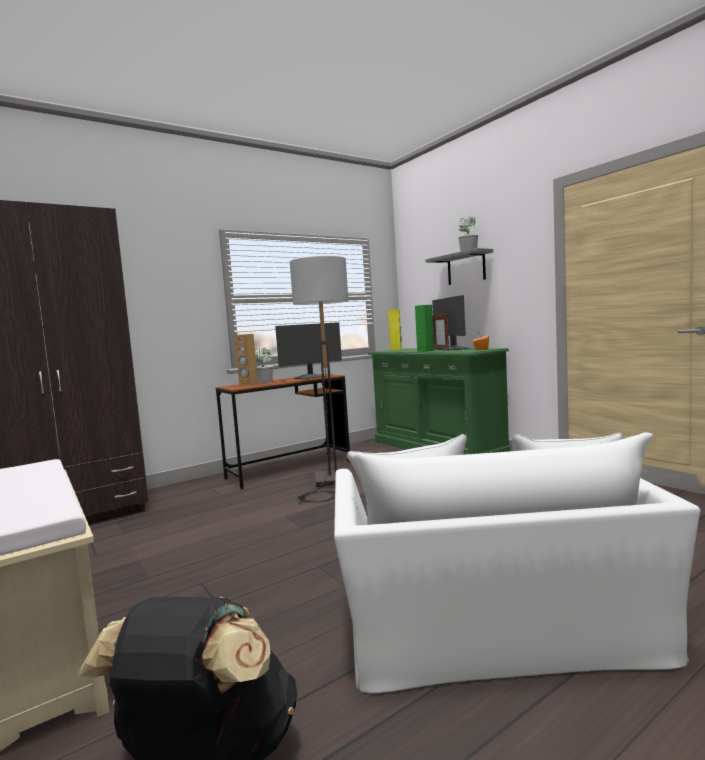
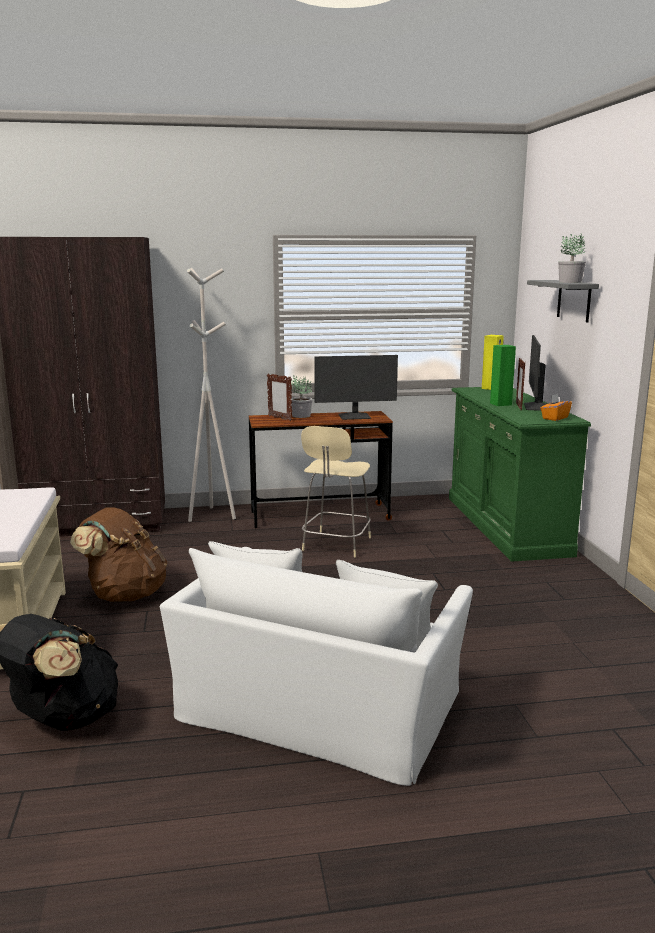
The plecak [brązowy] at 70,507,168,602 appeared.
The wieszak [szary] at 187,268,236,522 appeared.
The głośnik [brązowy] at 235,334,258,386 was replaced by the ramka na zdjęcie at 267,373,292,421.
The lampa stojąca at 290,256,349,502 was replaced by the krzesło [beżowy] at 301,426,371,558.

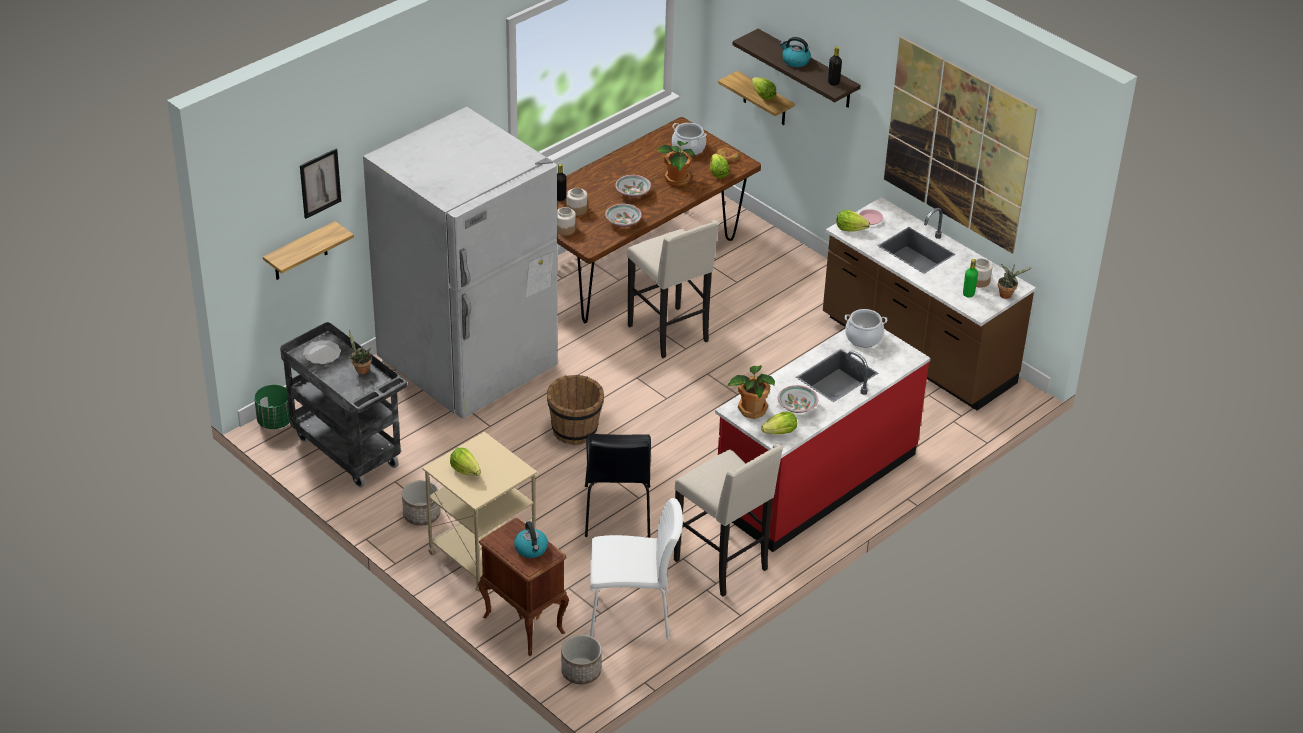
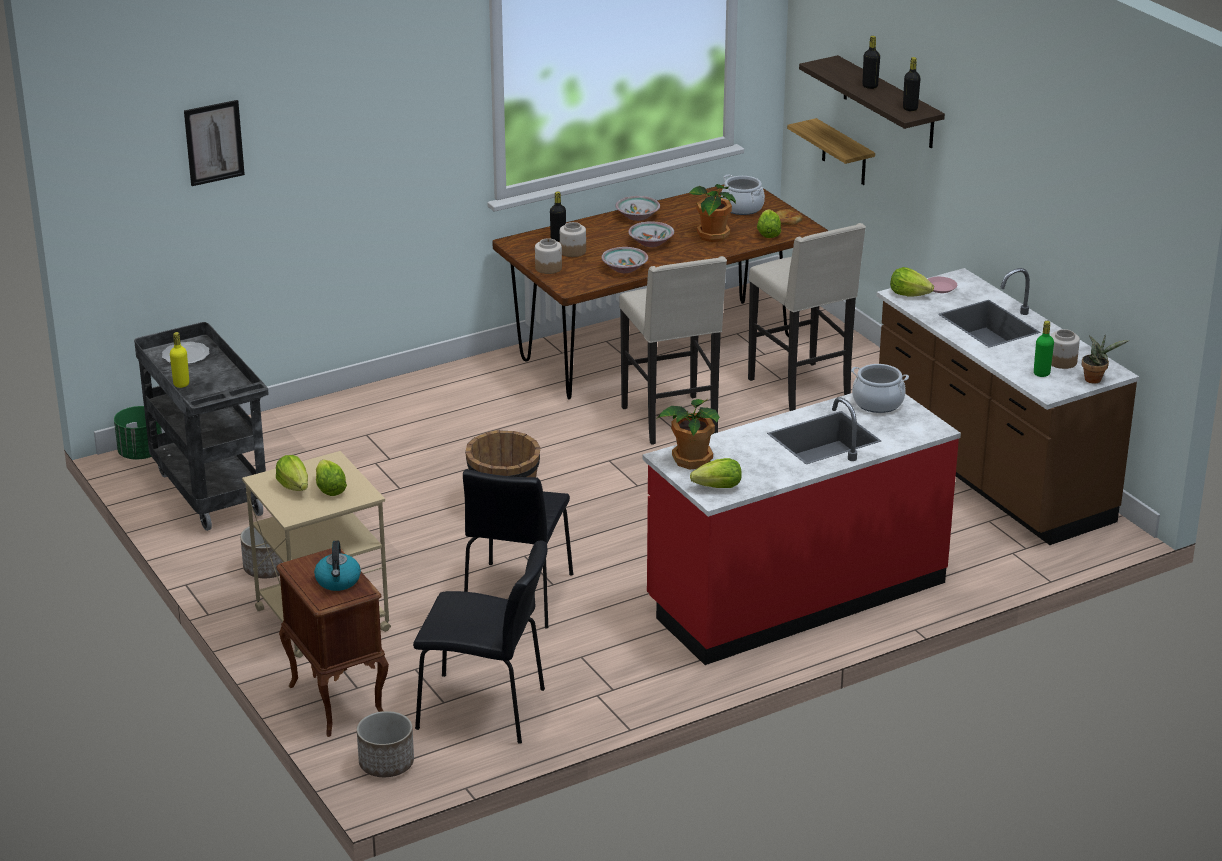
The butelka [żółty] at 170,332,189,388 appeared.
The sałata moved from 751,77,776,100 to 316,459,347,496.
The krzesło [biały] at 590,498,683,639 became the krzesło [czarny] at 413,540,548,744.
The miska moved from 778,385,818,413 to 615,196,660,221.
The stołek [beżowy] moved from 674,444,783,597 to 748,223,866,411.
The czajnik at 780,37,811,67 was replaced by the butelka [czarny] at 862,36,880,89.
The półka at 263,221,354,280 disappeared.
The roślina doniczkowa at 348,330,372,374 disappeared.
The lodówka [biały] at 363,107,557,419 disappeared.
The obraz at 884,37,1037,254 disappeared.

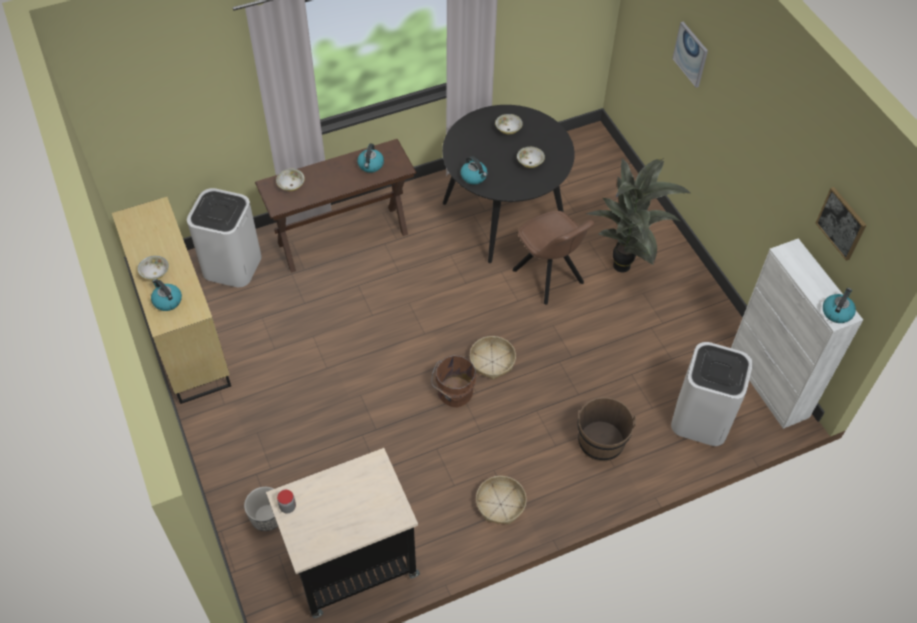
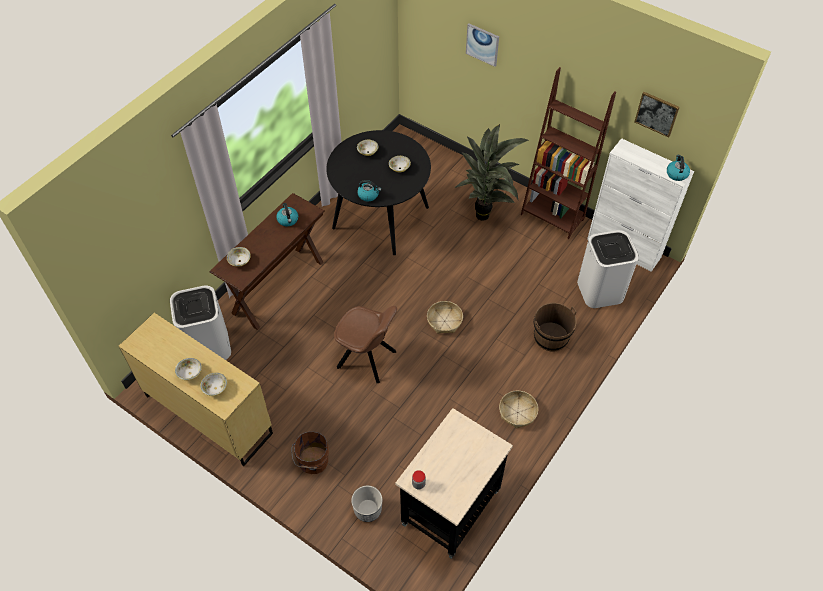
The czajnik at 151,279,182,311 was replaced by the miska at 200,372,227,396.
The wiadro [brązowy] moved from 432,355,476,407 to 291,432,329,474.
The krzesło [brązowy] moved from 513,211,594,304 to 334,306,397,383.
The regał [brązowy] at 521,67,616,239 appeared.

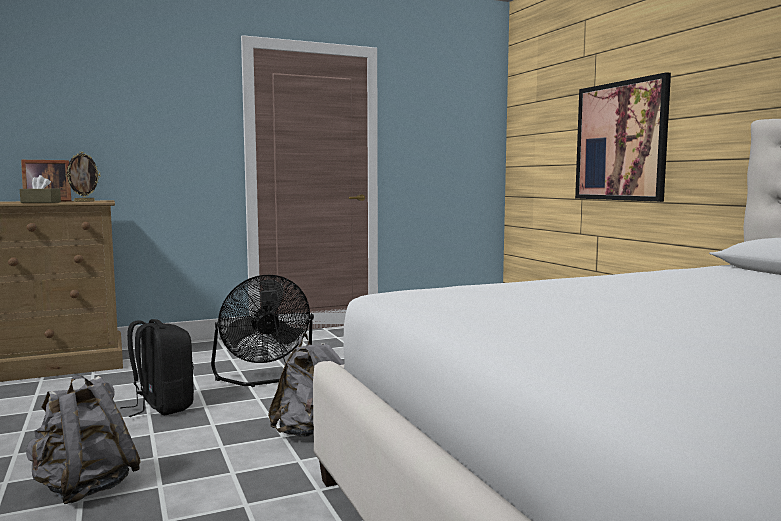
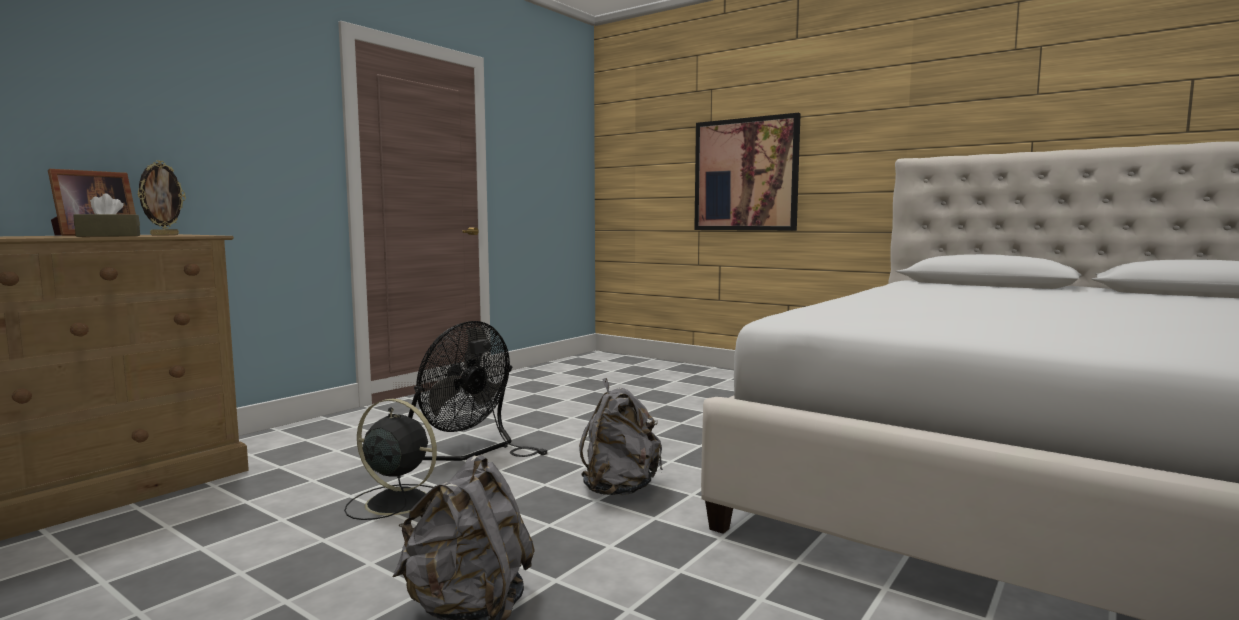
The plecak [czarny] at 120,319,194,417 was replaced by the wentylator [czarny] at 344,399,437,520.

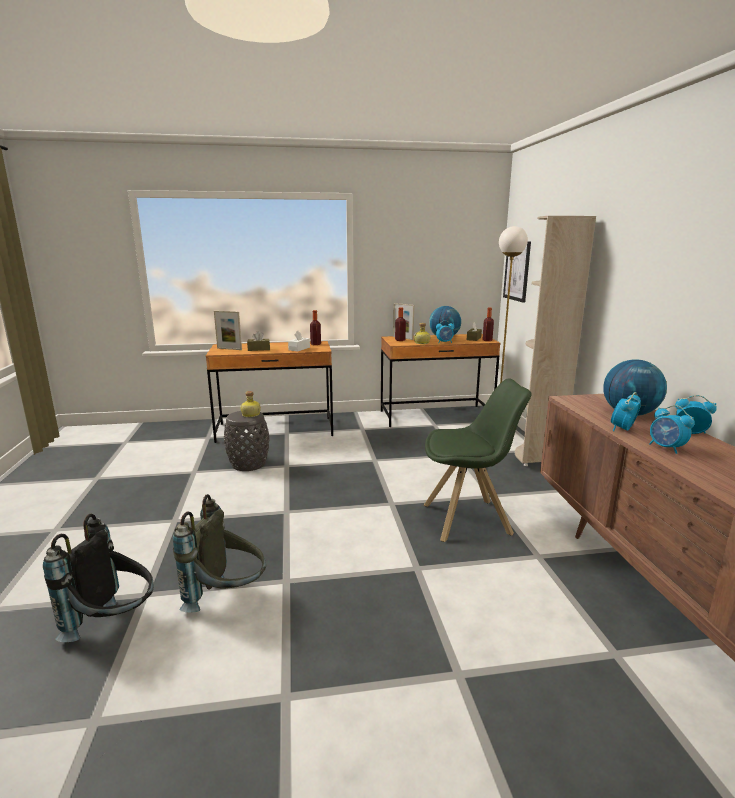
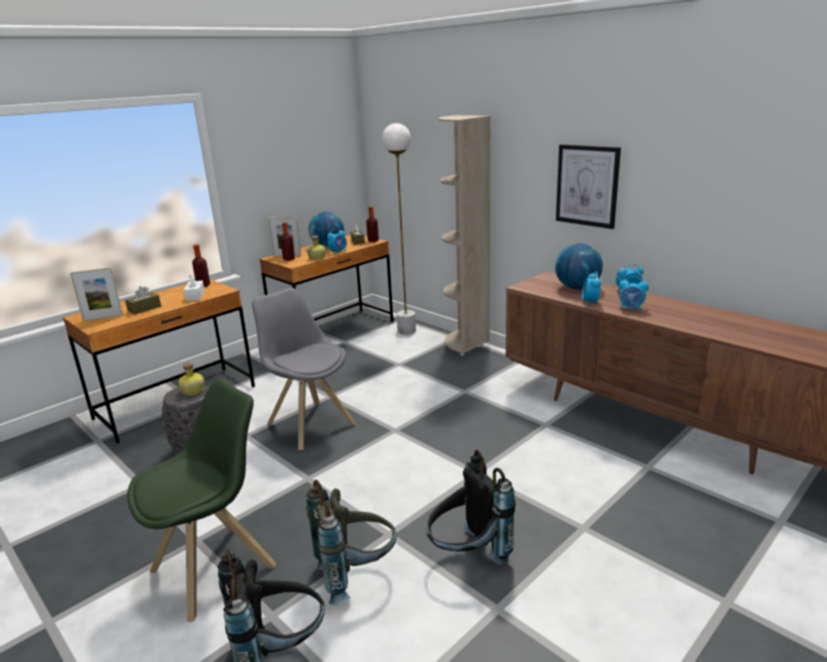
The krzesło [zielony] moved from 424,378,532,542 to 127,379,276,622.
The krzesło [szary] at 252,288,356,451 appeared.
The plecak [czarny] at 427,450,515,565 appeared.
The obraz moved from 503,242,531,303 to 556,144,621,229.

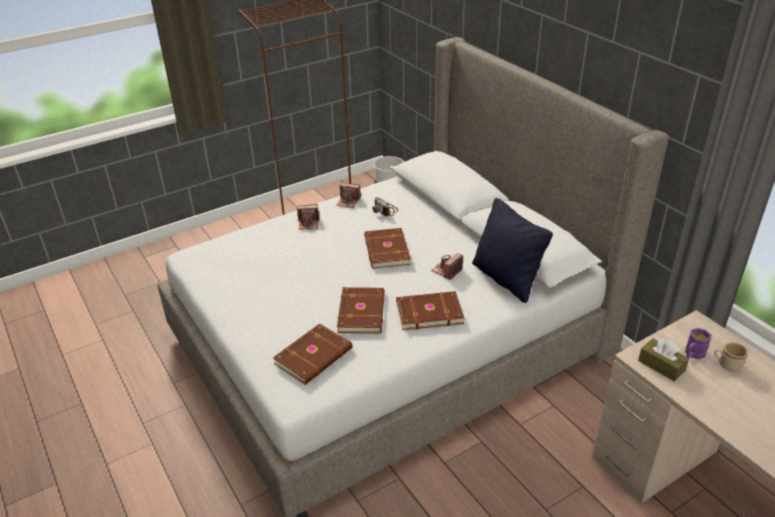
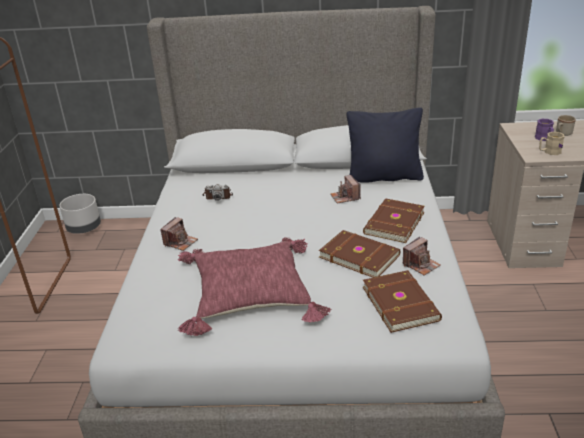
The poduszka [czerwony] at 178,237,332,336 appeared.
The aparat fotograficzny moved from 336,183,361,208 to 402,237,441,276.
The pudełko chusteczek [brązowy] at 638,338,689,381 was replaced by the kubek [beżowy] at 539,132,565,155.
The książka [brązowy] at 364,228,411,269 disappeared.

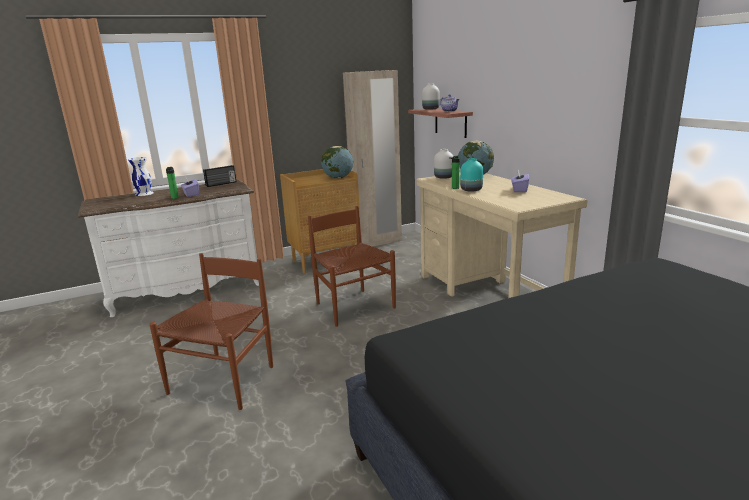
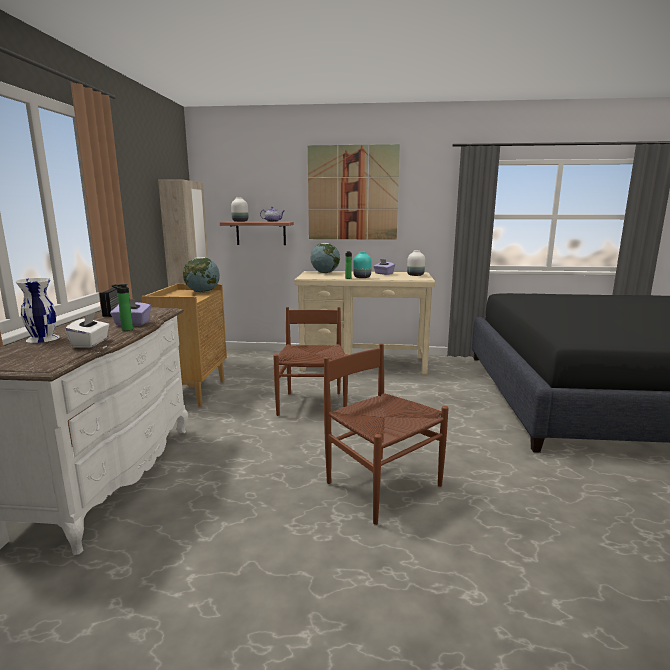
The pudełko chusteczek [biały] at 65,312,109,347 appeared.
The krzesło [brązowy] at 308,206,396,327 turned 90 degrees clockwise.
The obraz at 308,144,400,240 appeared.
The wazon [biały] moved from 434,149,453,179 to 407,250,425,276.

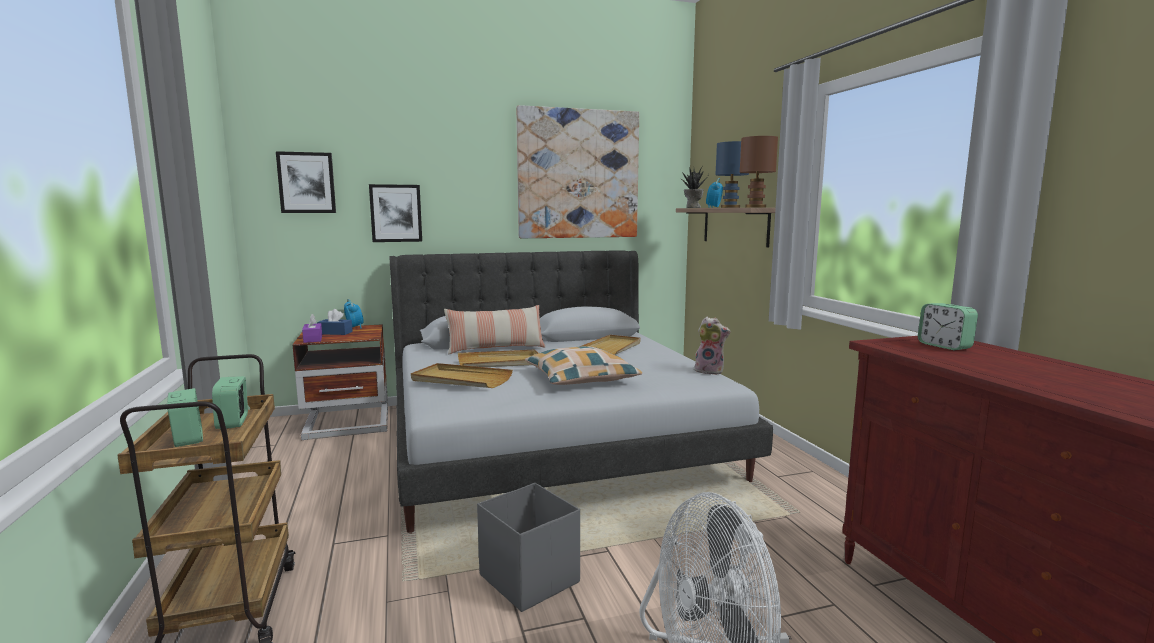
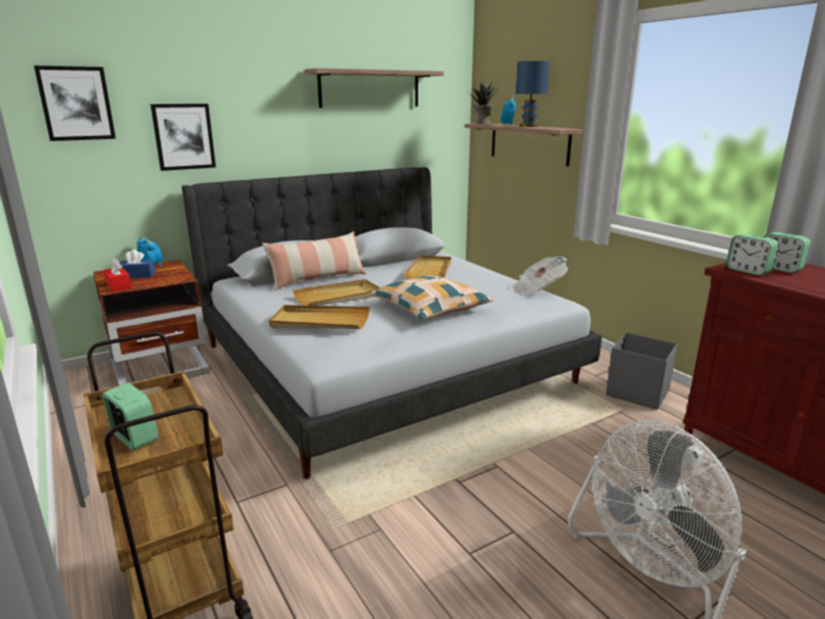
The pudełko chusteczek [fioletowy] at 302,314,322,343 became the pudełko chusteczek [czerwony] at 104,259,132,292.
The obraz at 516,105,639,238 was replaced by the półka at 304,68,444,108.
The pluszak at 694,317,730,375 was replaced by the gazeta at 509,256,568,294.
The pojemnik do przechowywania [szary] moved from 477,483,580,612 to 606,332,678,410.
The budzik moved from 212,376,248,429 to 726,234,779,275.
The lampa stołowa [brązowy] at 740,136,778,207 disappeared.

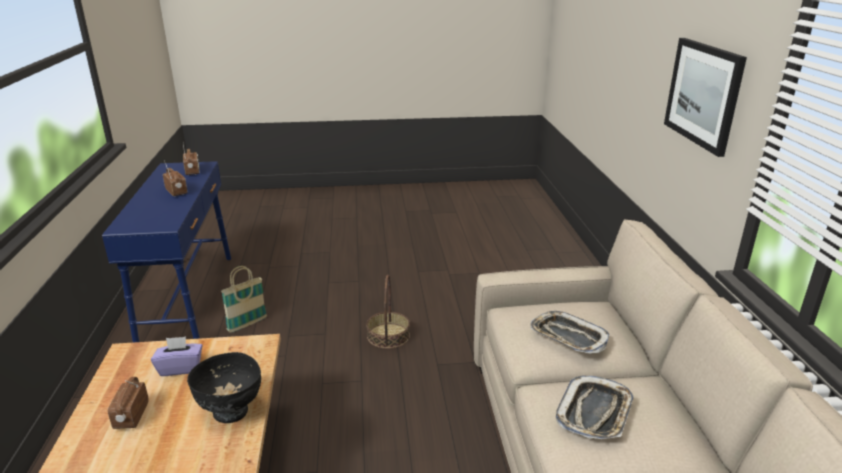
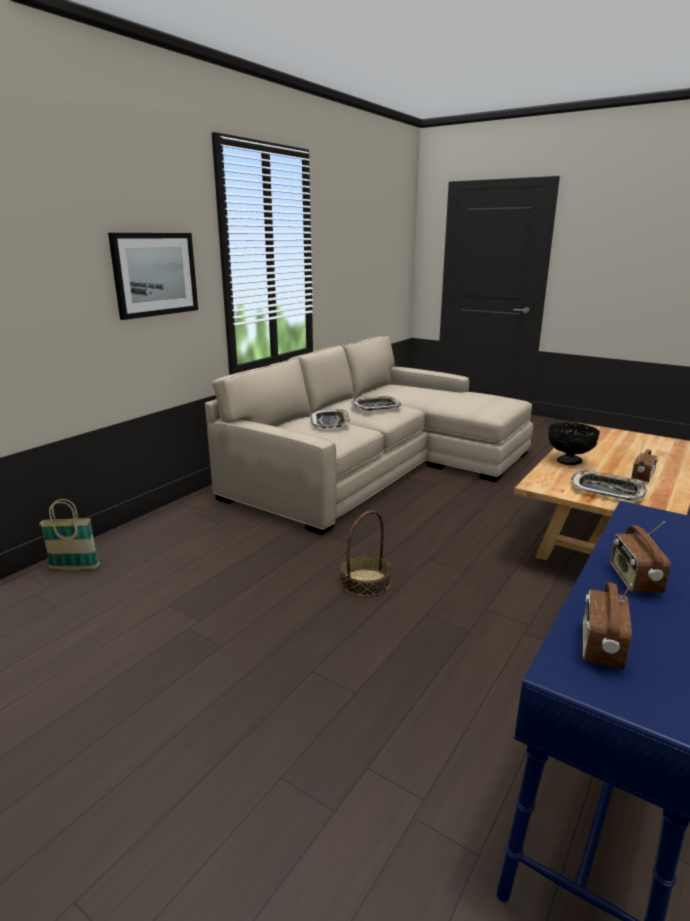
The koszyk moved from 221,266,267,333 to 39,499,100,570.
The pudełko chusteczek [fioletowy] at 151,337,203,376 was replaced by the taca at 571,471,647,501.

